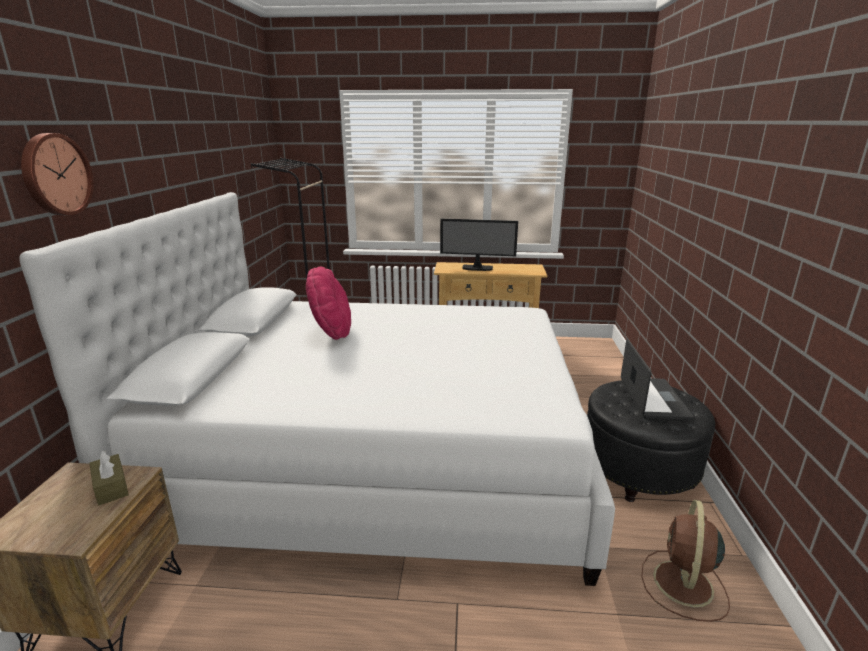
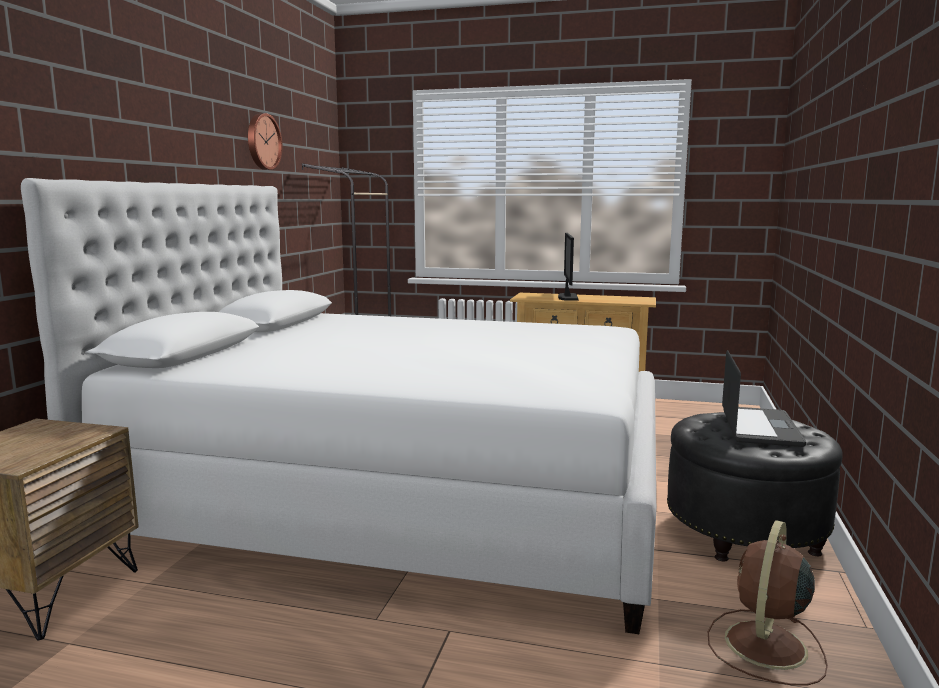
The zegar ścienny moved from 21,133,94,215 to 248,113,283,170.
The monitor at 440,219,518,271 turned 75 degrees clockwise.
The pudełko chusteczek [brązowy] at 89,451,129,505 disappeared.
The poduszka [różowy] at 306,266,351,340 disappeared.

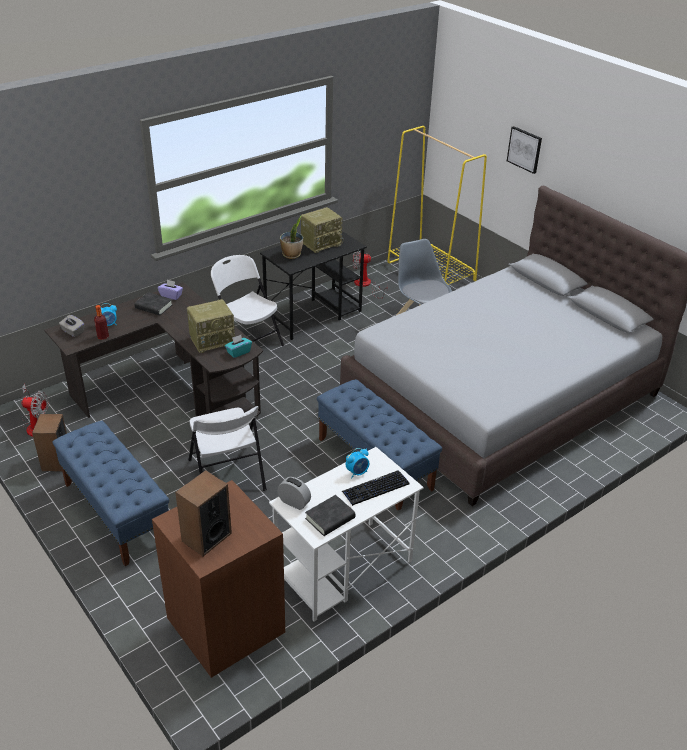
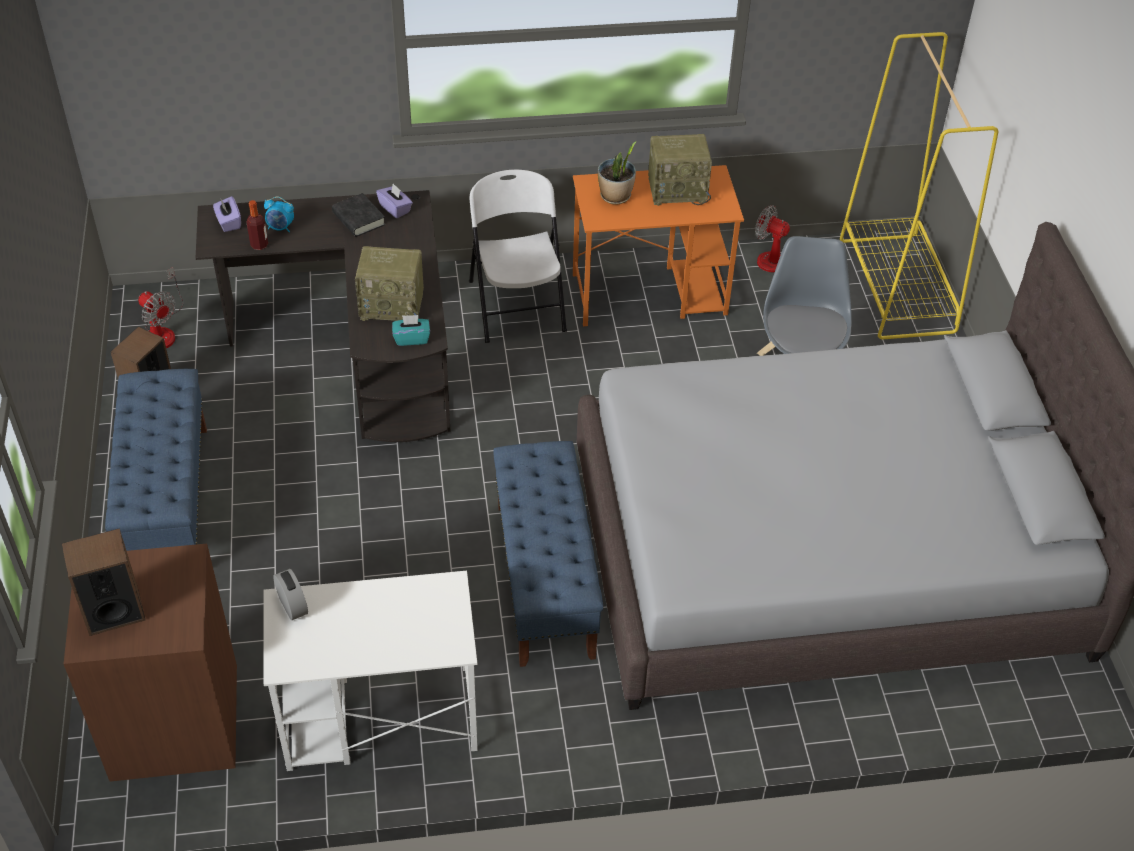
The pudełko chusteczek [szary] at 59,315,84,337 became the pudełko chusteczek [fioletowy] at 213,196,241,232.
The biurko [czarny] at 260,231,367,340 became the biurko [pomarańczowy] at 573,165,744,326.
The krzesło [biały] at 188,406,267,491 disappeared.
The książka [czarny] at 305,495,355,536 disappeared.
The klawiatura at 342,470,410,506 disappeared.
The budzik at 346,448,369,478 disappeared.
The obraz at 507,126,542,174 disappeared.

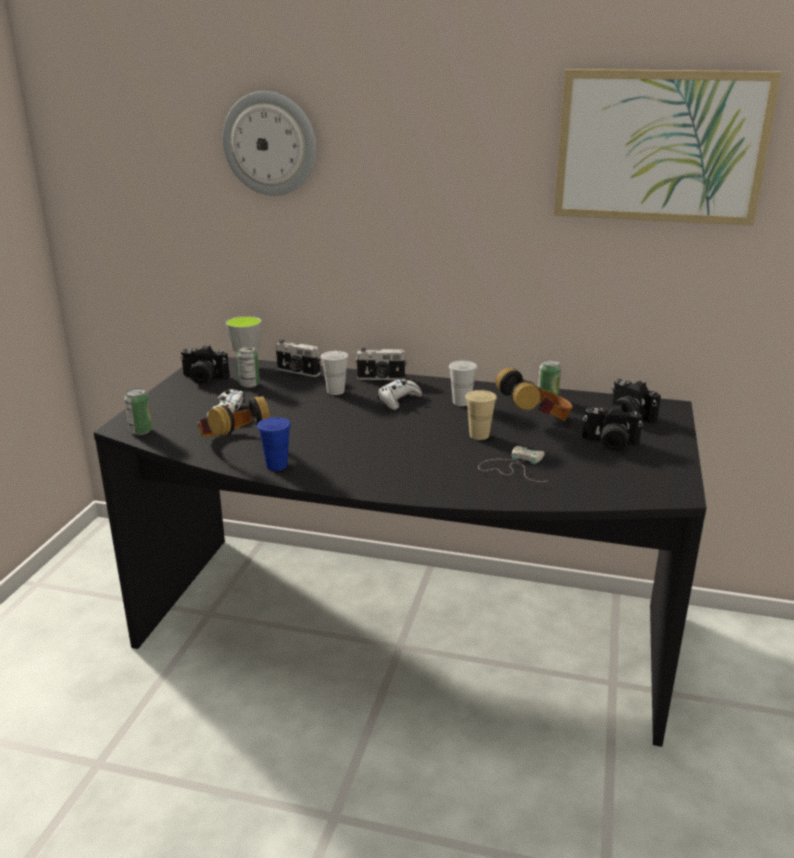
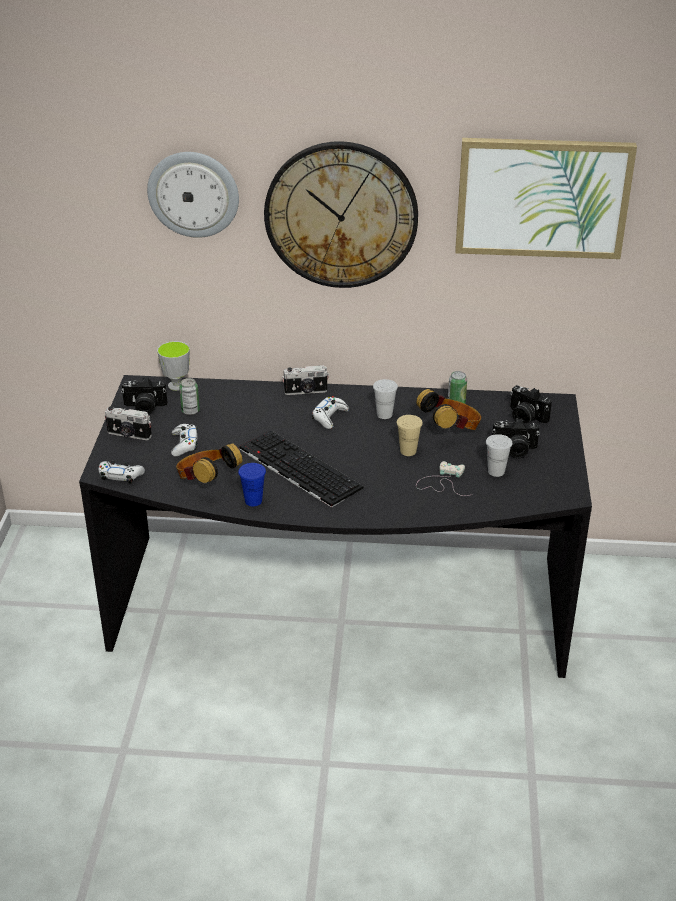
The puszka at 124,388,153,435 was replaced by the pad do gier [biały] at 99,460,145,484.
The aparat fotograficzny moved from 276,340,321,377 to 105,406,152,440.
The klawiatura at 239,430,364,508 appeared.
The zegar ścienny at 264,141,418,288 appeared.
The filiżanka [biały] moved from 321,351,349,395 to 486,434,513,477.

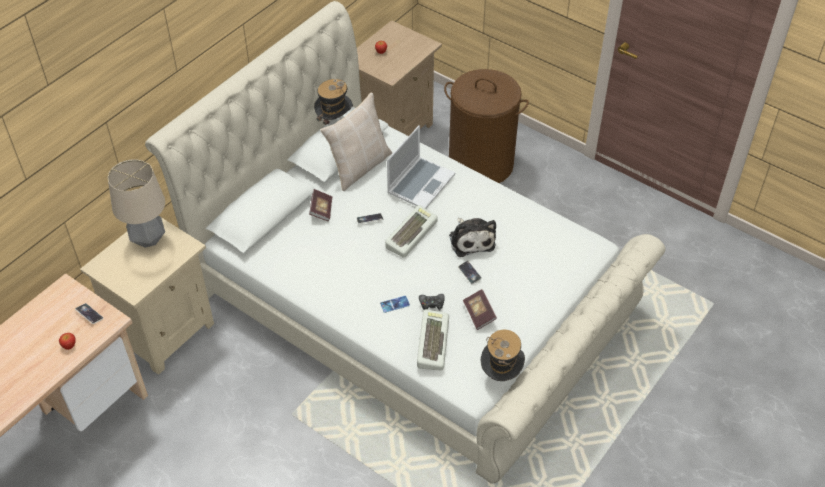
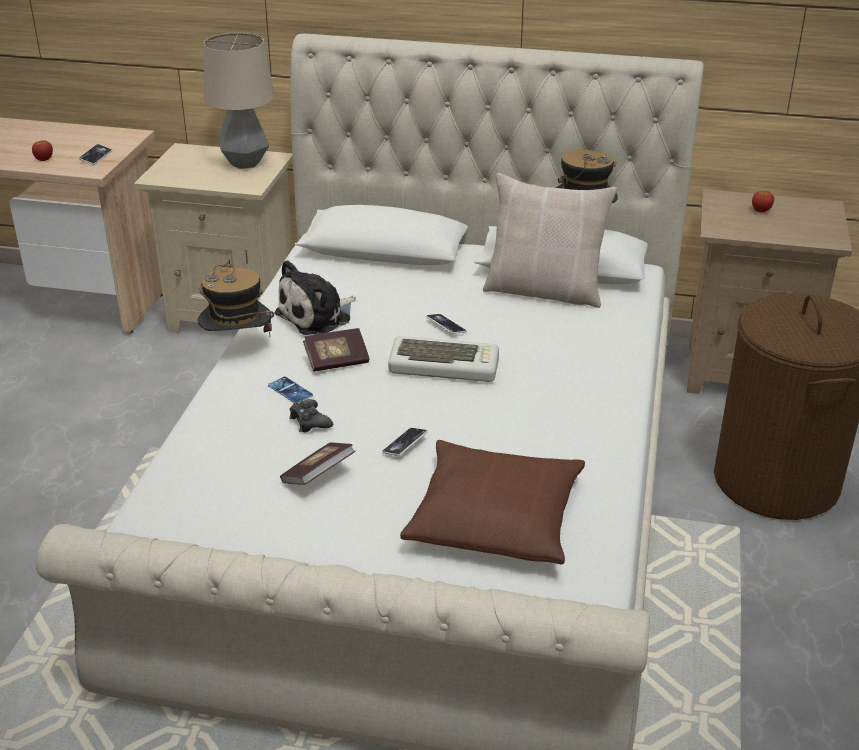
The kapelusz moved from 481,329,525,381 to 197,259,274,337.
The pluszak moved from 449,218,496,257 to 275,260,356,335.
The książka moved from 309,189,332,221 to 303,328,370,372.
The poduszka [brązowy] at 400,440,585,564 appeared.
The laptop at 387,125,456,209 disappeared.
The klawiatura at 417,309,449,371 disappeared.

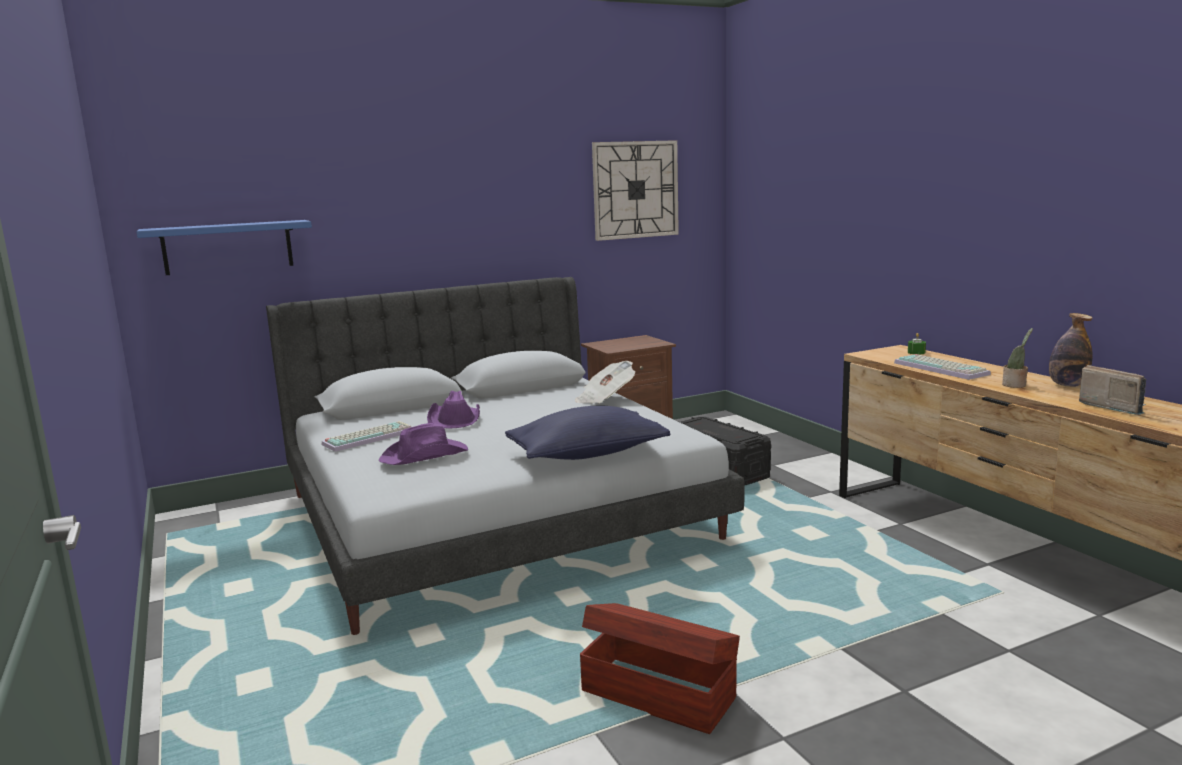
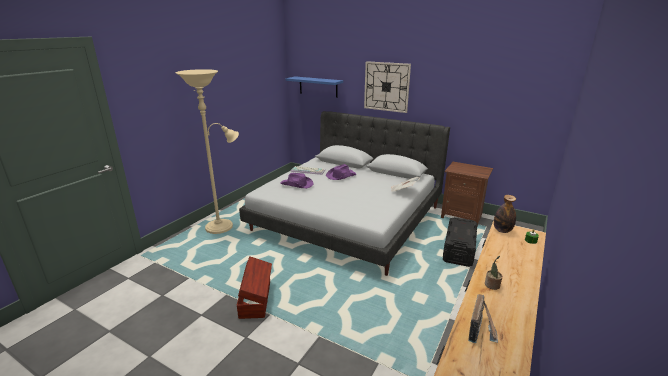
The lampa stojąca [beżowy] at 176,69,239,234 appeared.
The zegar ścienny moved from 592,140,679,241 to 364,61,411,113.
The butelka moved from 1049,313,1092,387 to 494,195,516,233.
The poduszka [niebieski] at 505,406,670,460 disappeared.
The klawiatura at 894,354,991,380 disappeared.

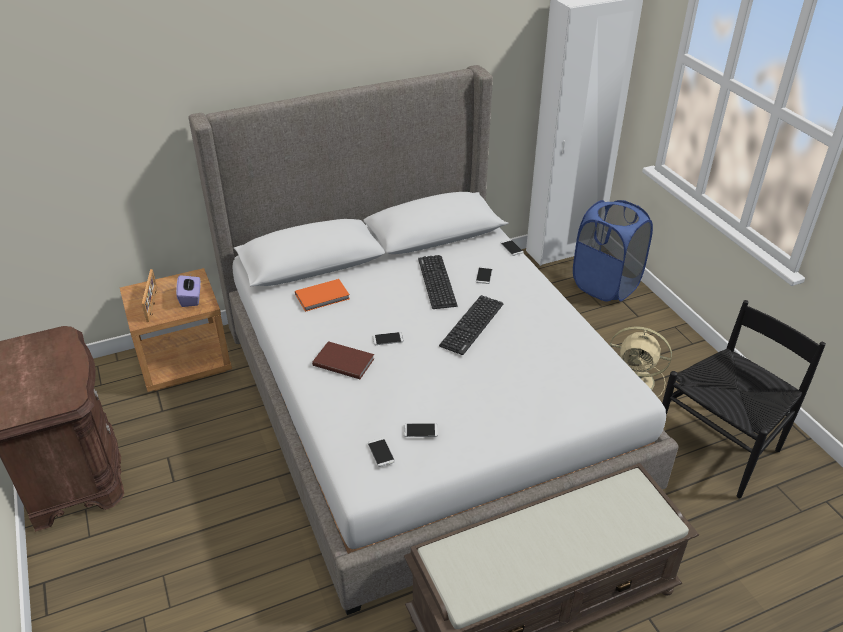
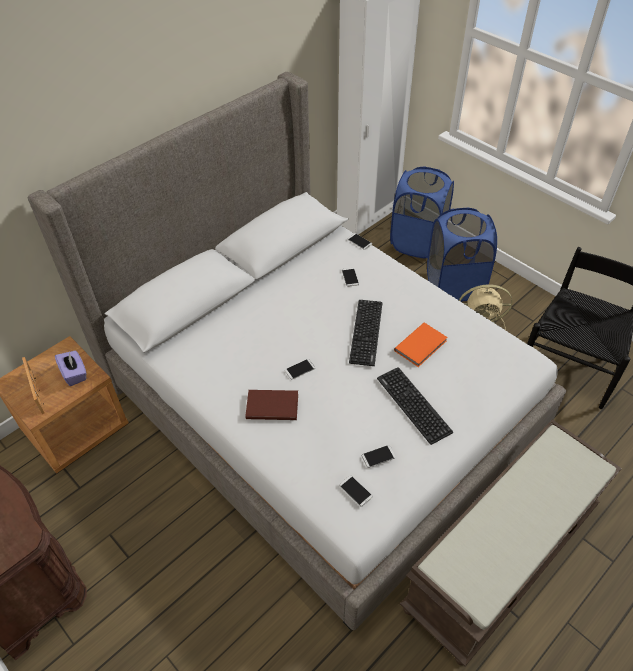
The klawiatura moved from 418,255,458,309 to 377,367,453,445.
The książka [pomarańczowy] moved from 295,279,350,312 to 394,323,448,367.
The kosz na pranie [niebieski] at 427,207,497,302 appeared.

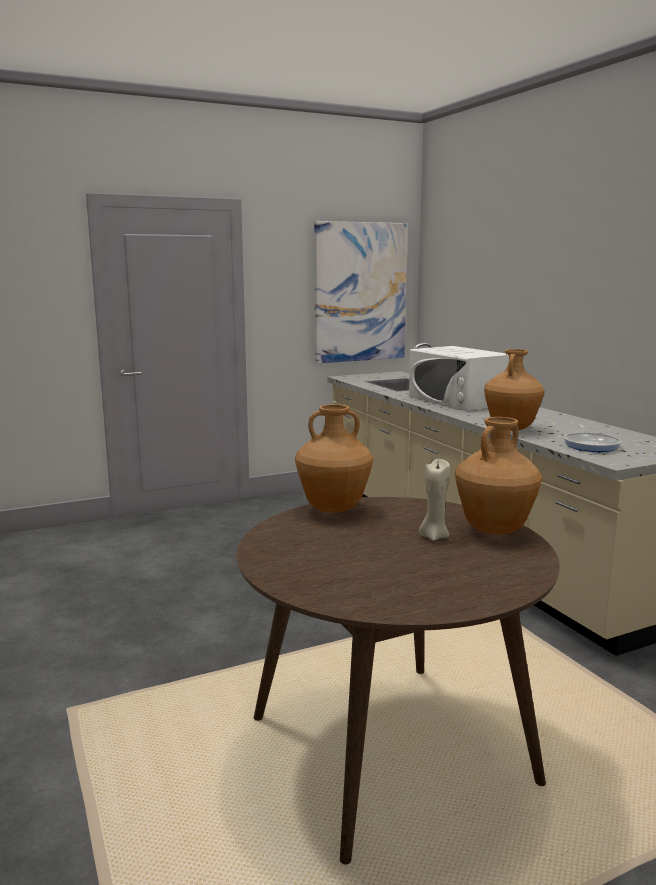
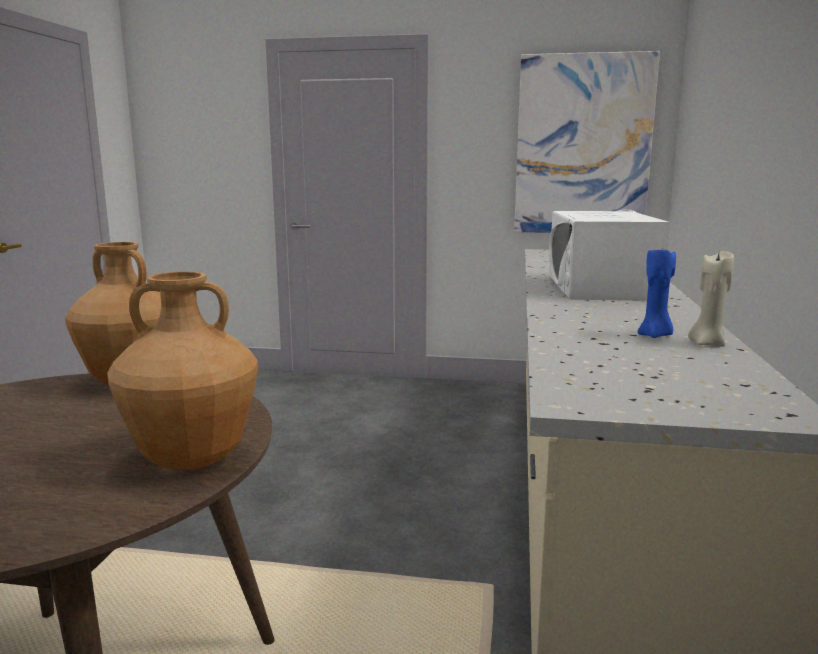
The świeca [niebieski] at 638,246,676,338 appeared.
The świeca [beżowy] moved from 419,459,450,541 to 688,251,734,347.
The wazon [brązowy] at 484,349,545,431 disappeared.
The patelnia at 564,425,621,452 disappeared.

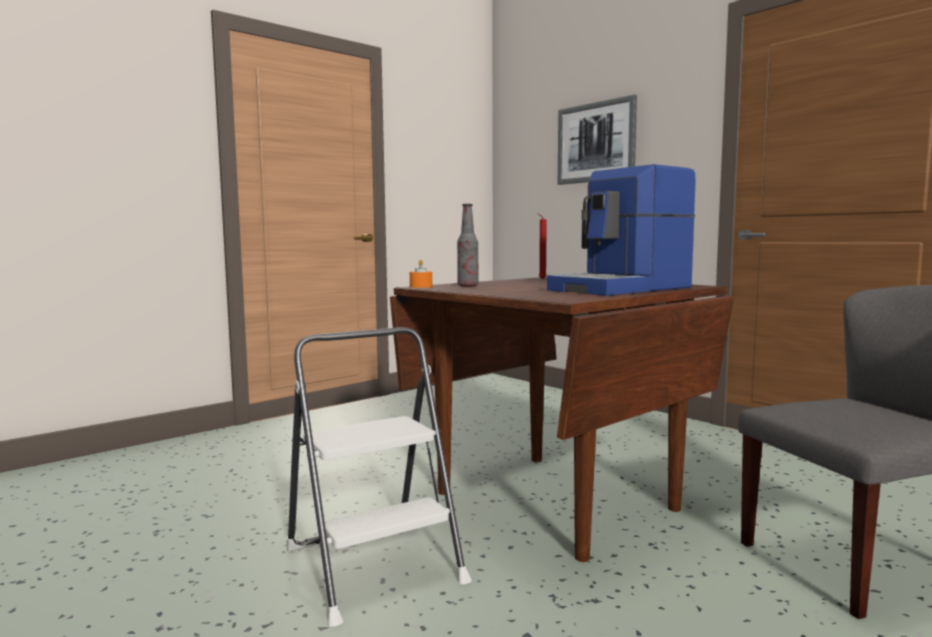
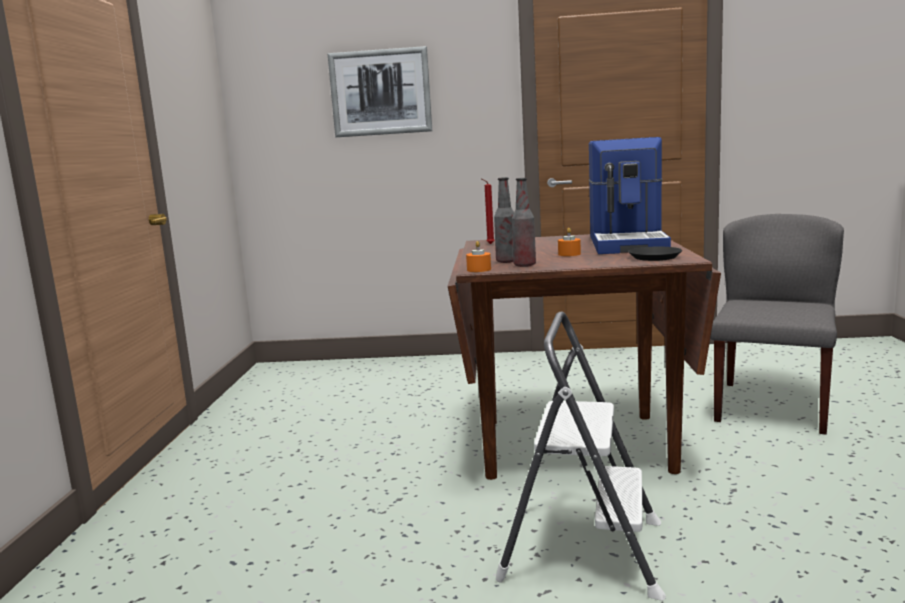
The butelka at 512,178,536,267 appeared.
The świeca [pomarańczowy] at 558,228,581,256 appeared.
The talerz [czarny] at 628,247,682,261 appeared.

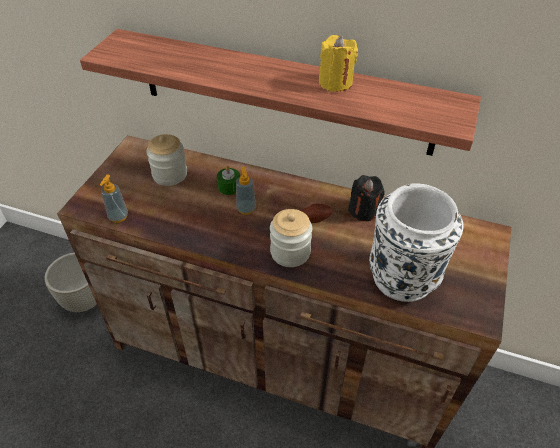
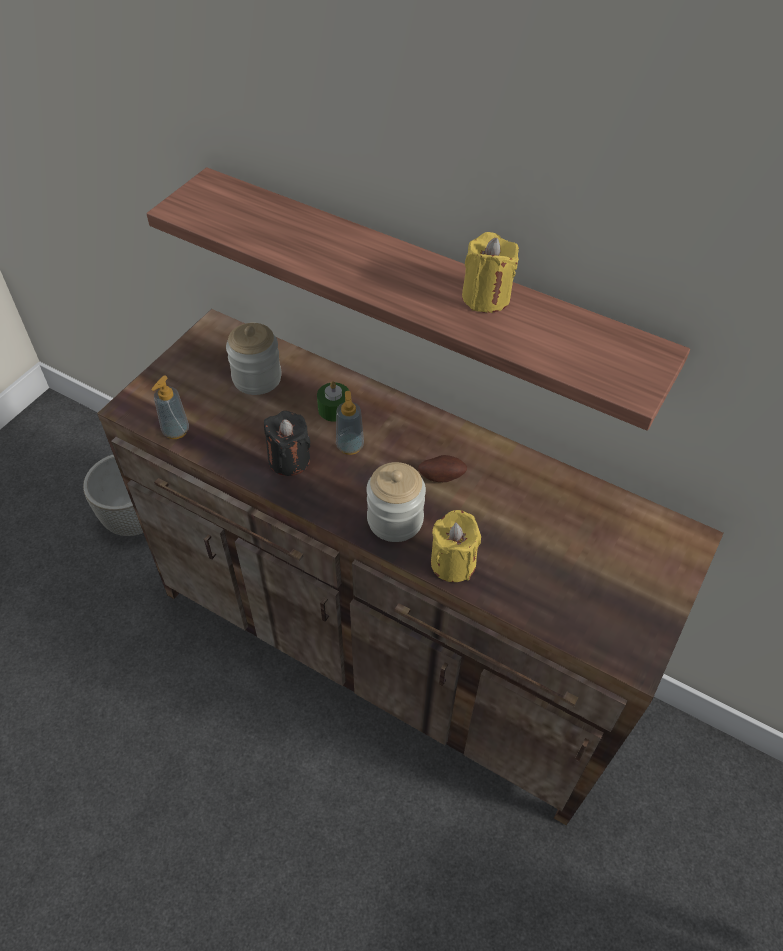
The świeca [czarny] moved from 348,175,384,221 to 264,411,311,476.
The świeca [żółty] at 431,510,481,582 appeared.
The wazon [biały] at 369,183,464,302 disappeared.

